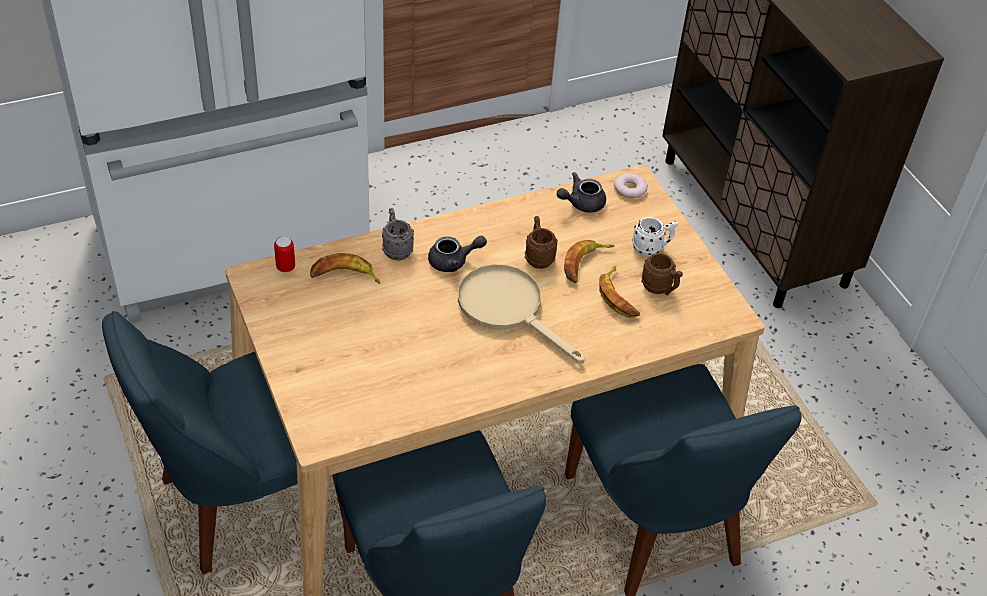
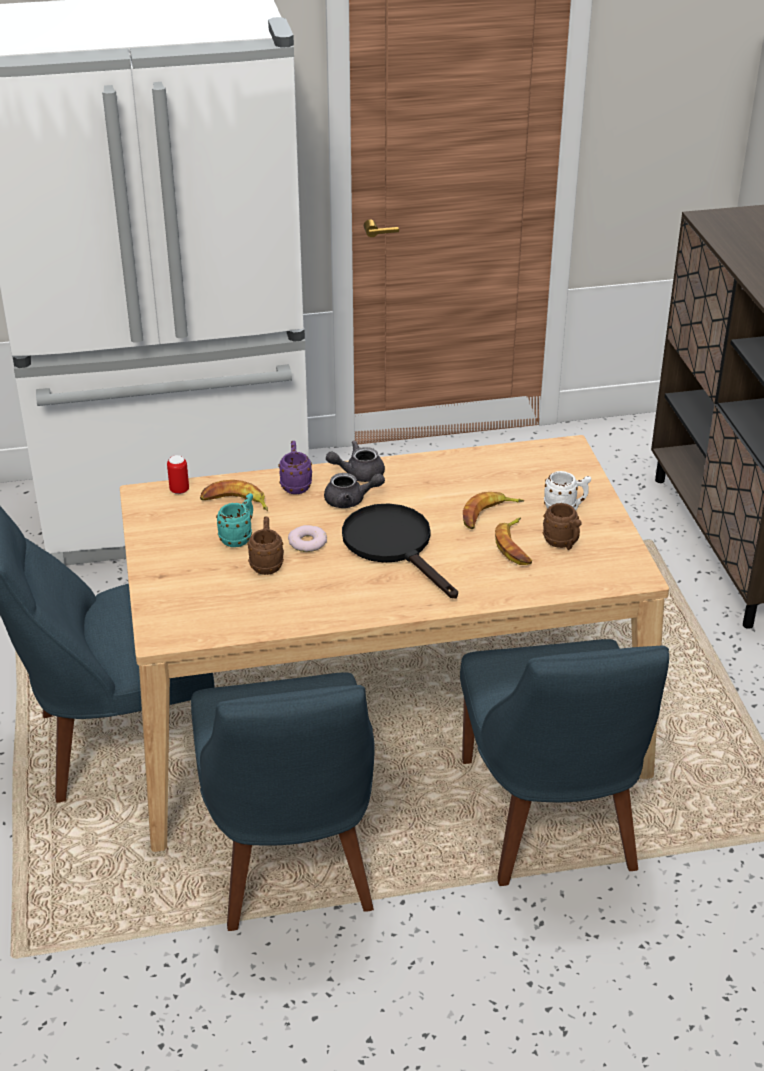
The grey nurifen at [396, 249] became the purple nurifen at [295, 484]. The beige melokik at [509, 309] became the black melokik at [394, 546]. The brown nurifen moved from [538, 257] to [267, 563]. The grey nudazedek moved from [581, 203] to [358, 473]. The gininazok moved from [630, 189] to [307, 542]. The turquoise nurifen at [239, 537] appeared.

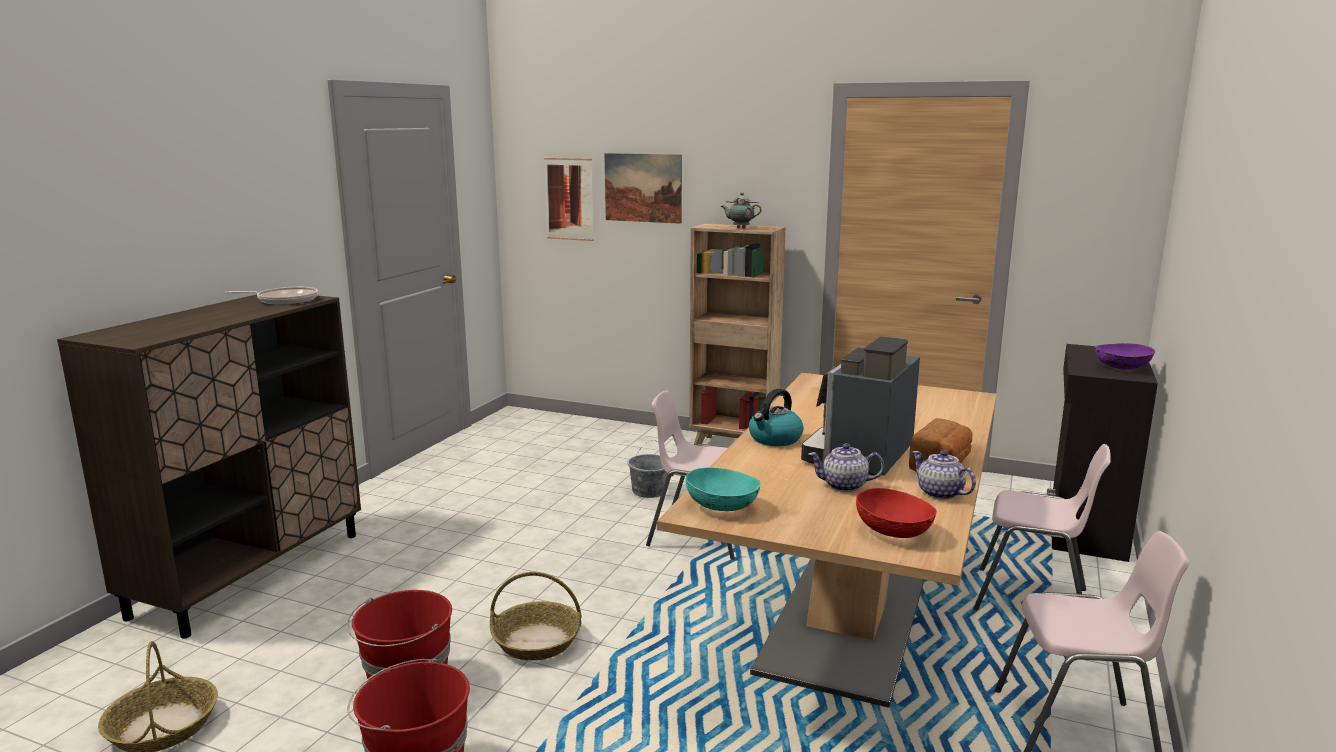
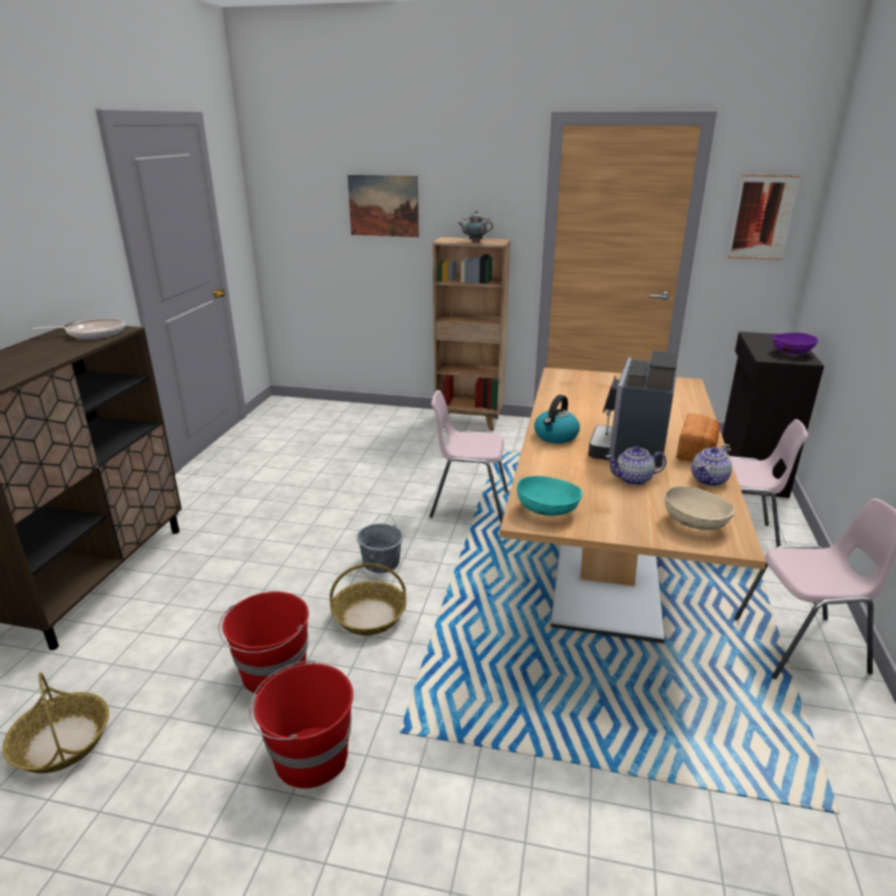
The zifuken moved from [569, 199] to [762, 217]. The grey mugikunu moved from [649, 491] to [381, 563]. The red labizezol at [894, 532] became the beige labizezol at [695, 523]. The nudazedek at [939, 493] turned 90 degrees counterclockwise.

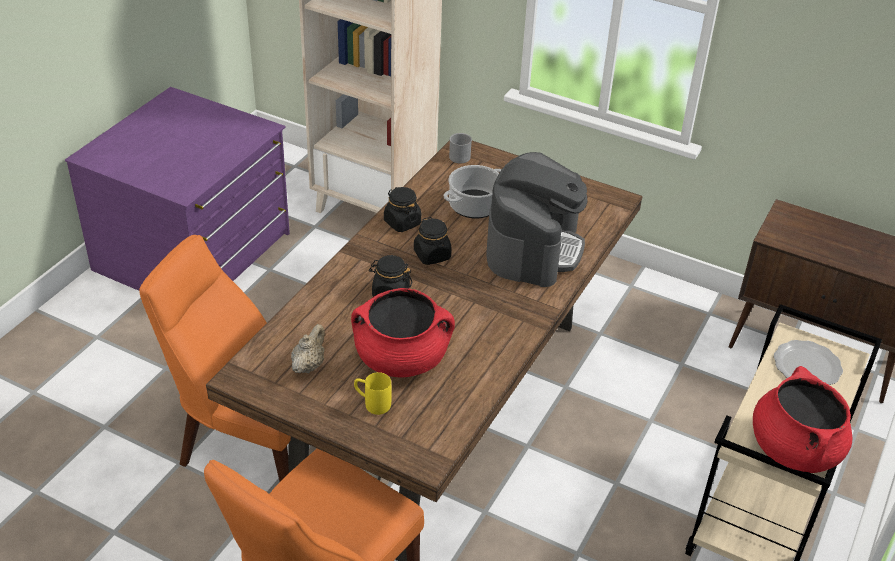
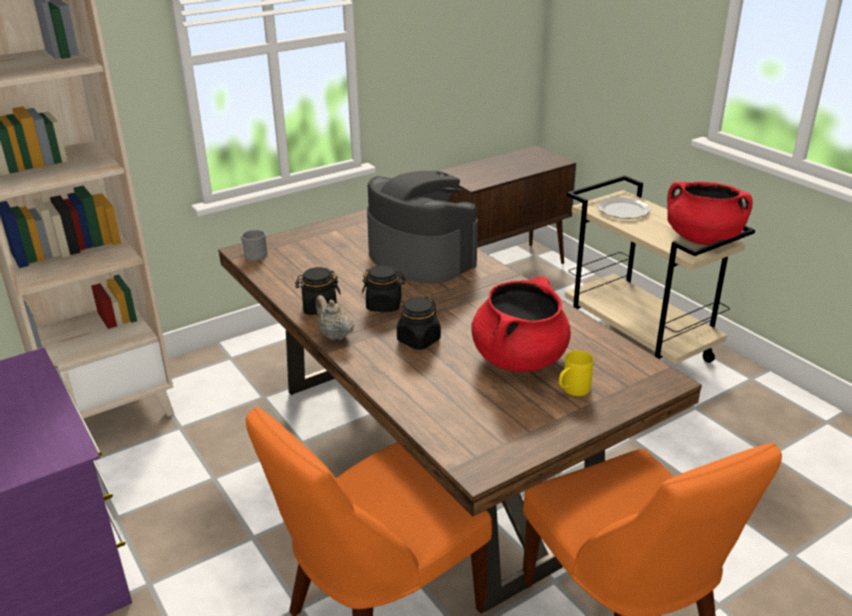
The beige nudazedek moved from [308, 365] to [334, 335]. The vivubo at [474, 206] disappeared.

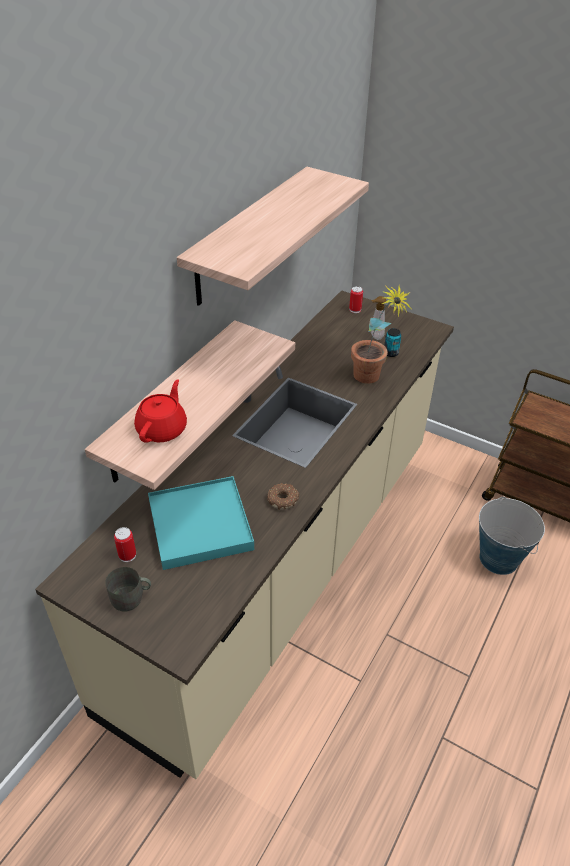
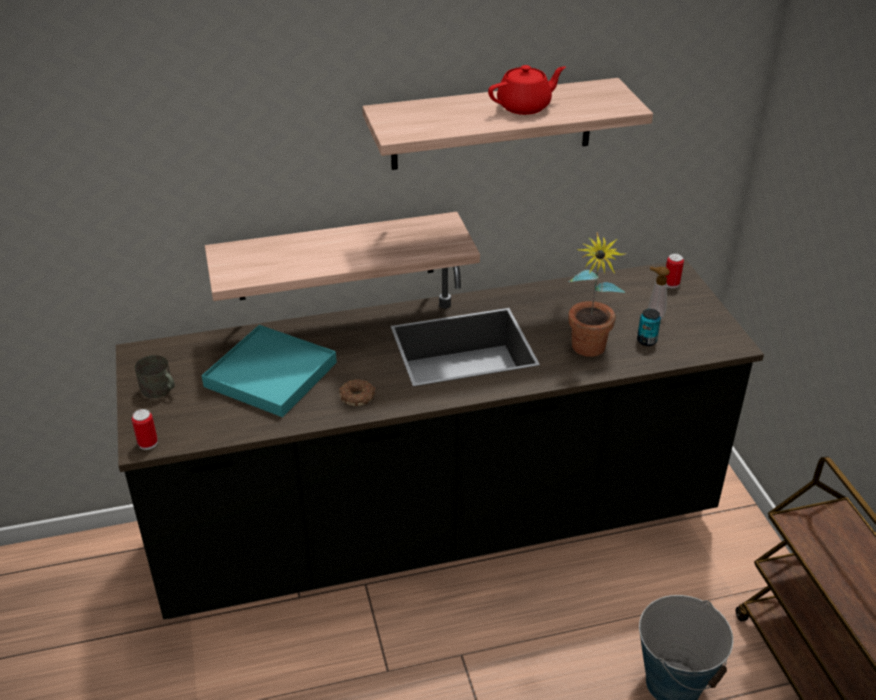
The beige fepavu at [282, 567] became the black fepavu at [438, 528]. The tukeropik moved from [127, 555] to [148, 443]. The red nudazedek moved from [163, 429] to [525, 107].

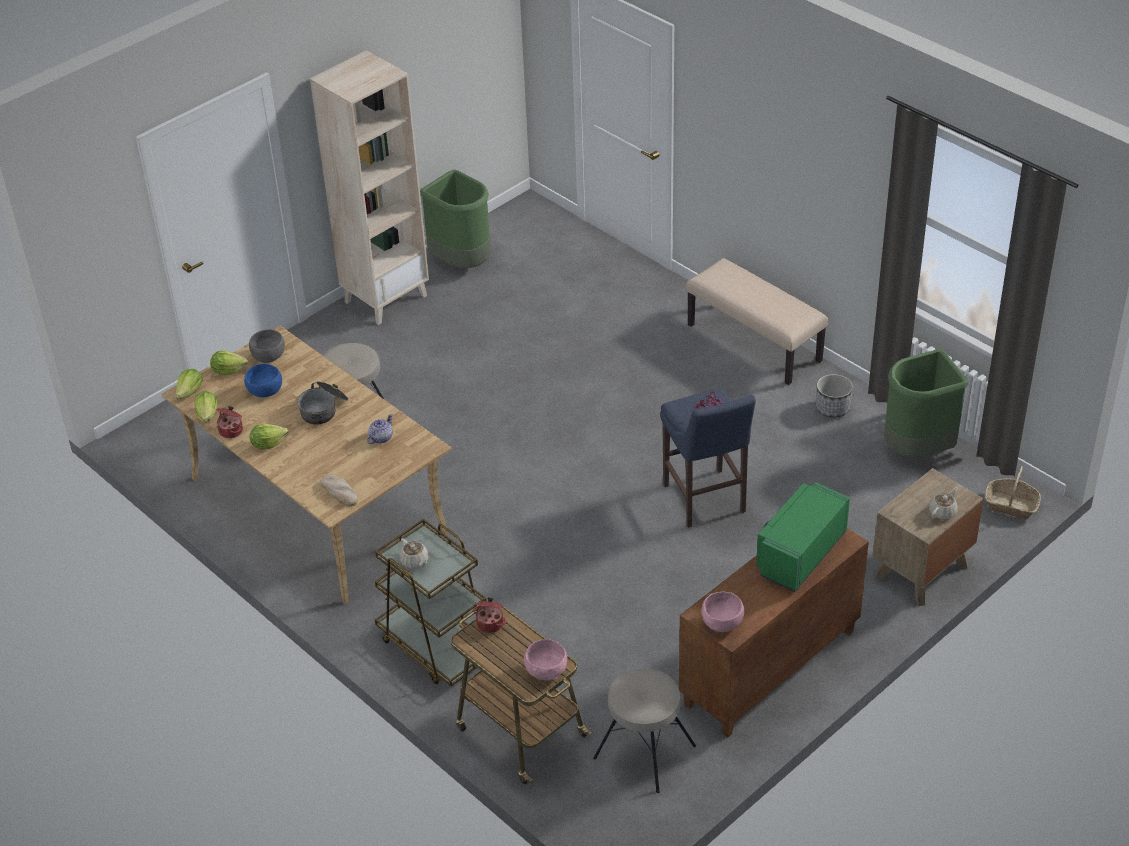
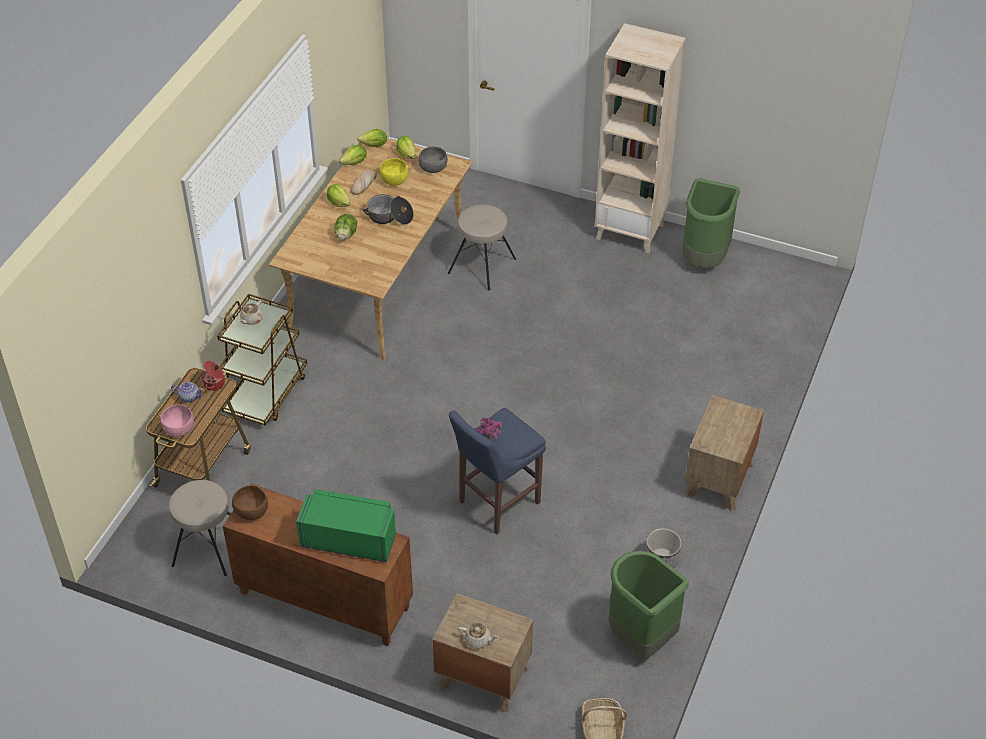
The vivubo at [231, 430] disappeared. The blue labizezol at [265, 391] became the yellow labizezol at [394, 180]. The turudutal moved from [340, 492] to [363, 183]. The nudazedek moved from [380, 438] to [189, 397]. The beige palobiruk at [755, 343] was replaced by the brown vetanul at [719, 480]. The pink labizezol at [722, 622] became the brown labizezol at [252, 511]. The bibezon at [346, 235] appeared.

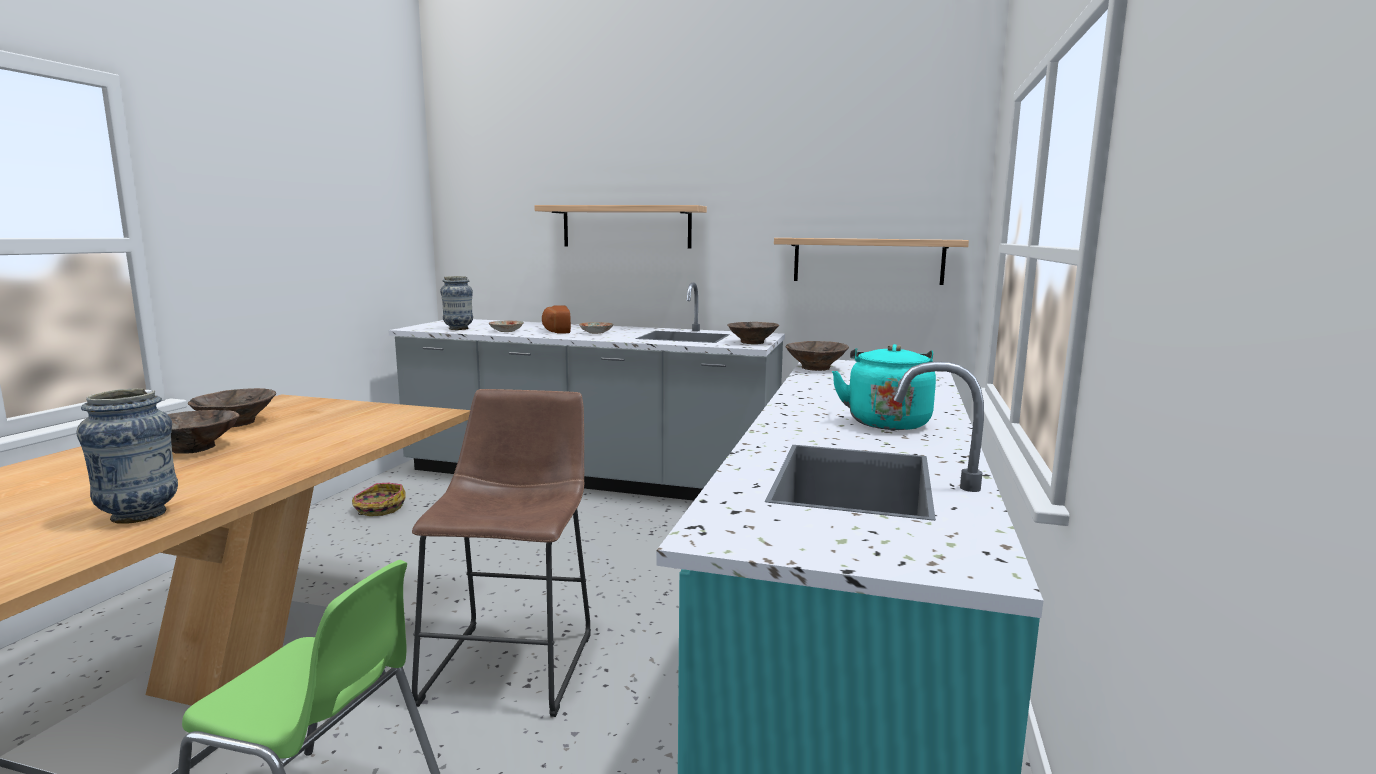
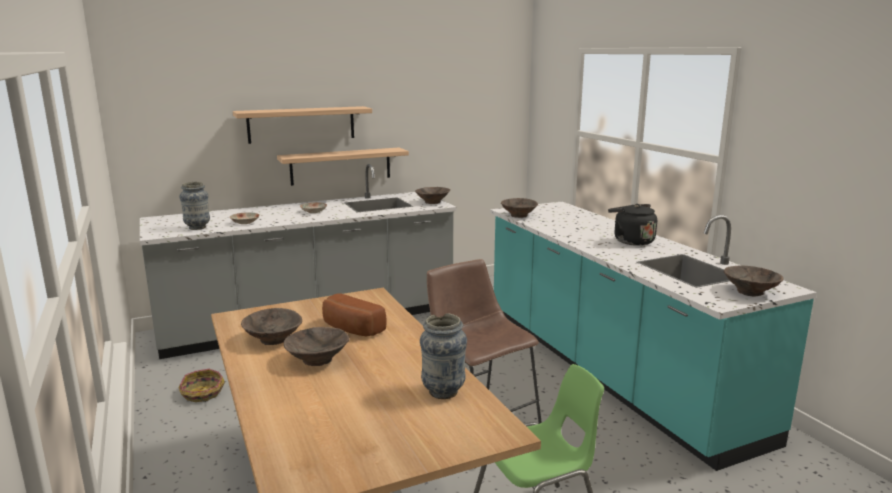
The turudutal moved from [555, 330] to [350, 329]. The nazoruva moved from [868, 260] to [341, 166]. The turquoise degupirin at [886, 422] became the black degupirin at [631, 241]. The brown labizezol at [750, 292] appeared.

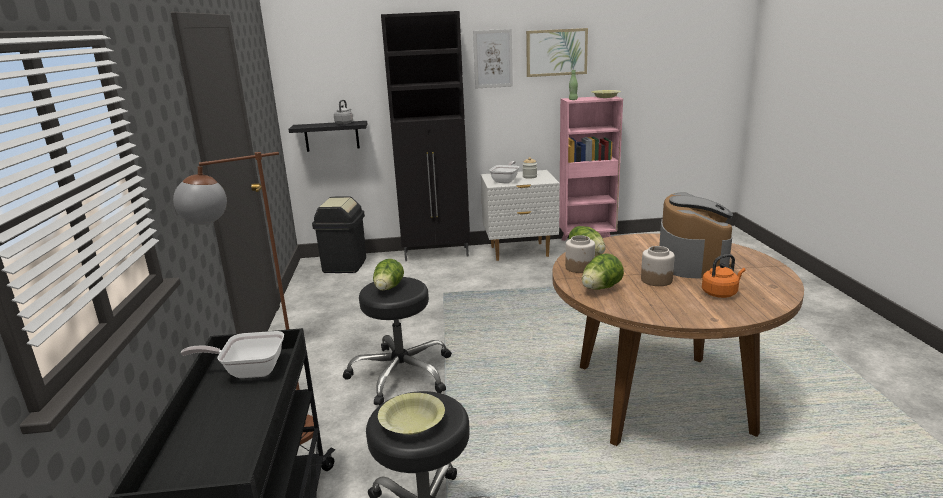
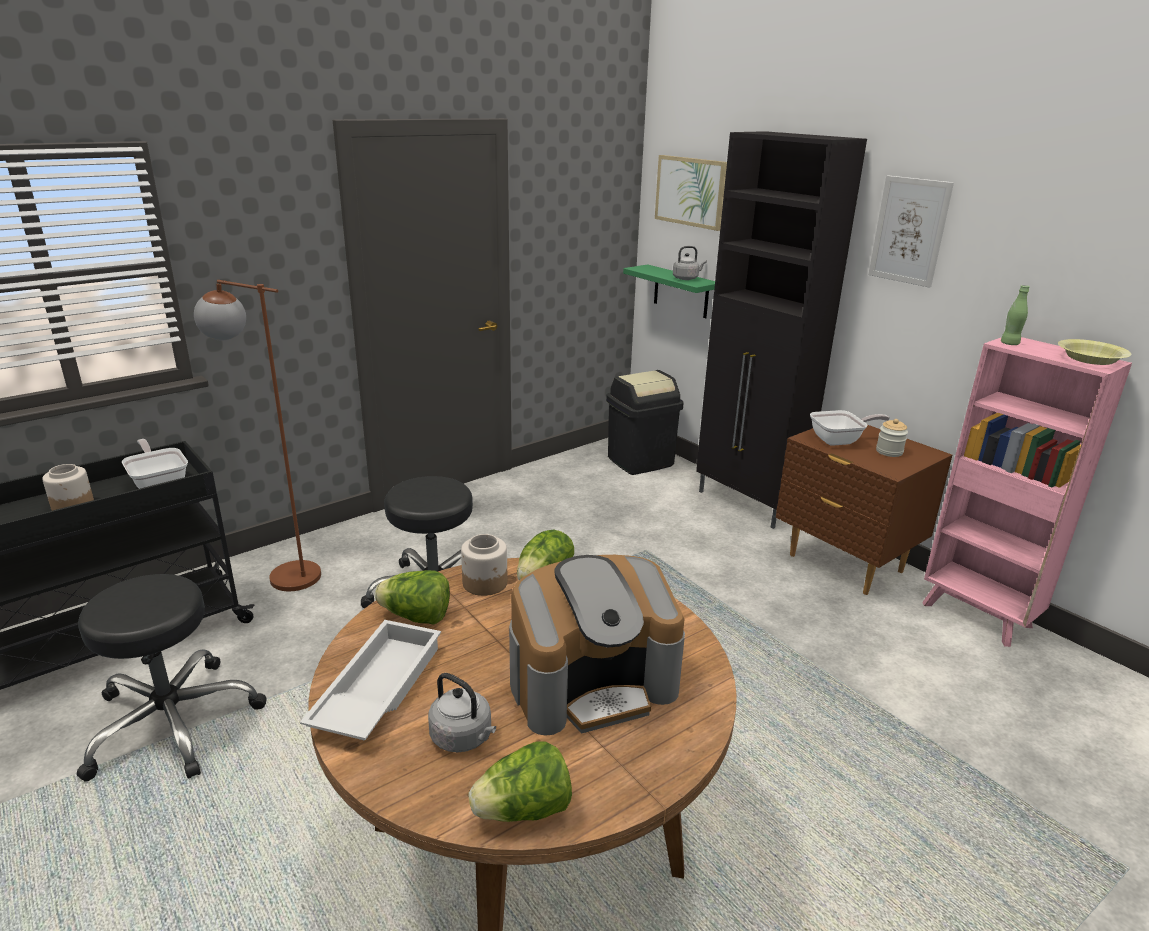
The black nazoruva at [331, 136] became the green nazoruva at [681, 291]. The bibezon moved from [388, 288] to [523, 811]. The yellow labizezol at [412, 422] disappeared. The white vetanul at [519, 252] became the brown vetanul at [844, 564]. The zifuken moved from [556, 52] to [691, 191]. The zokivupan moved from [656, 280] to [73, 505]. The orange degupirin at [721, 293] became the grey degupirin at [463, 738]. The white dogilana at [376, 688] appeared.

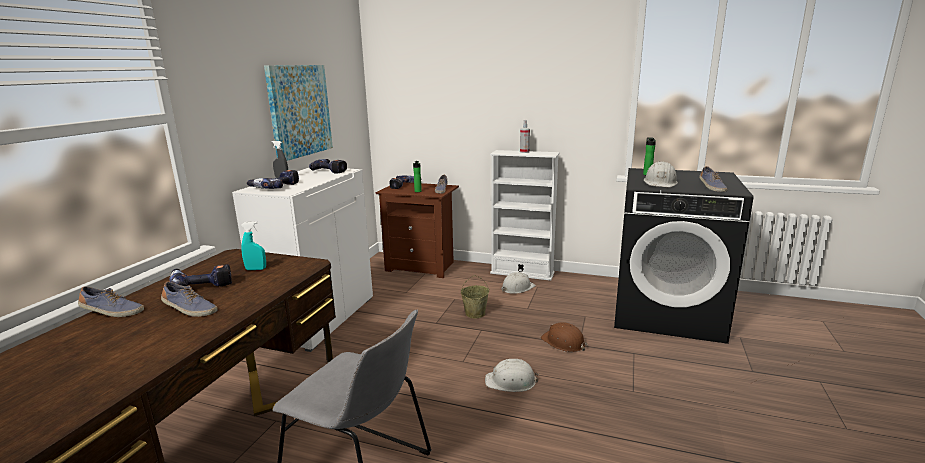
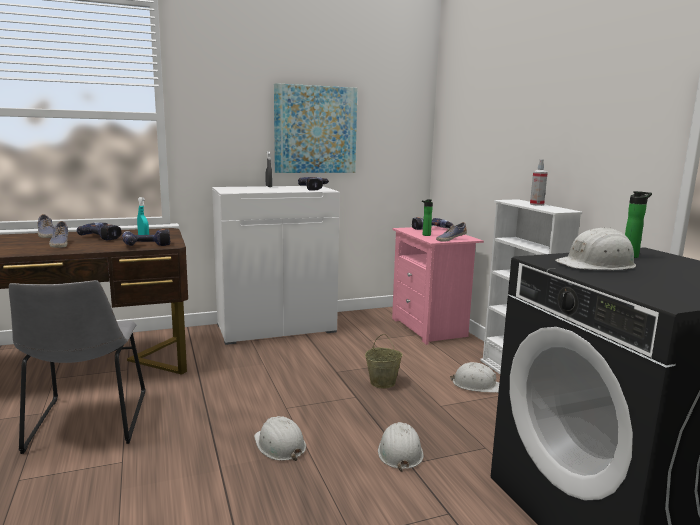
The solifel moved from [275, 187] to [146, 244]. The brown vetanul at [422, 266] became the pink vetanul at [430, 328]. The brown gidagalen at [563, 342] became the white gidagalen at [399, 452]. The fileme at [711, 187] disappeared.

